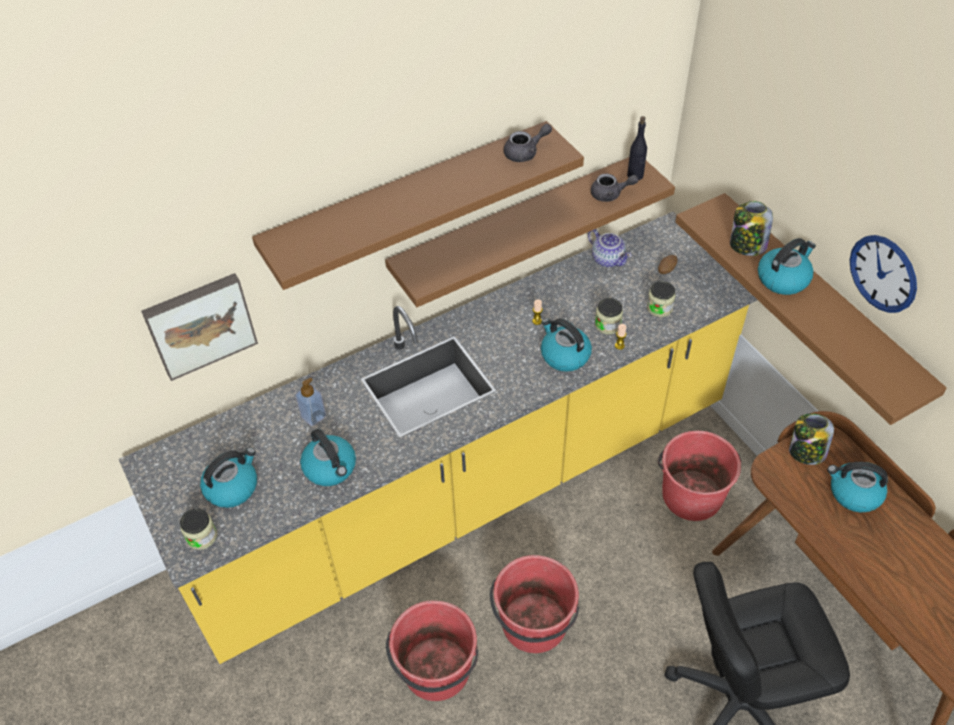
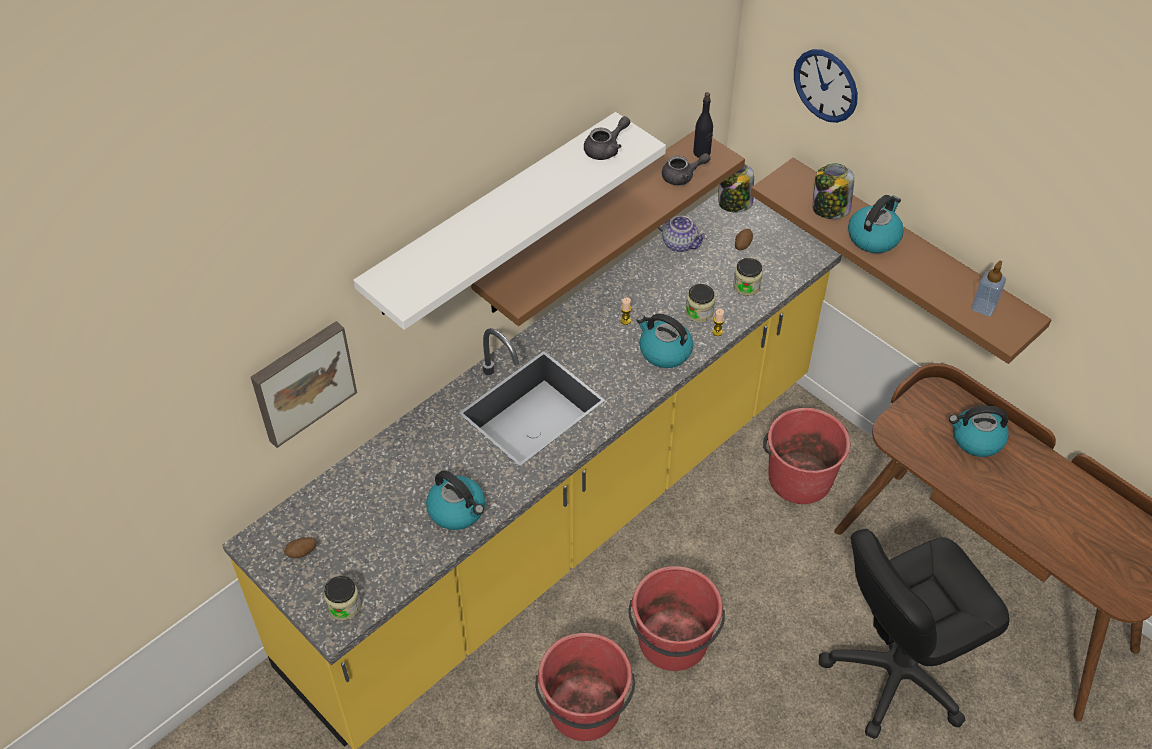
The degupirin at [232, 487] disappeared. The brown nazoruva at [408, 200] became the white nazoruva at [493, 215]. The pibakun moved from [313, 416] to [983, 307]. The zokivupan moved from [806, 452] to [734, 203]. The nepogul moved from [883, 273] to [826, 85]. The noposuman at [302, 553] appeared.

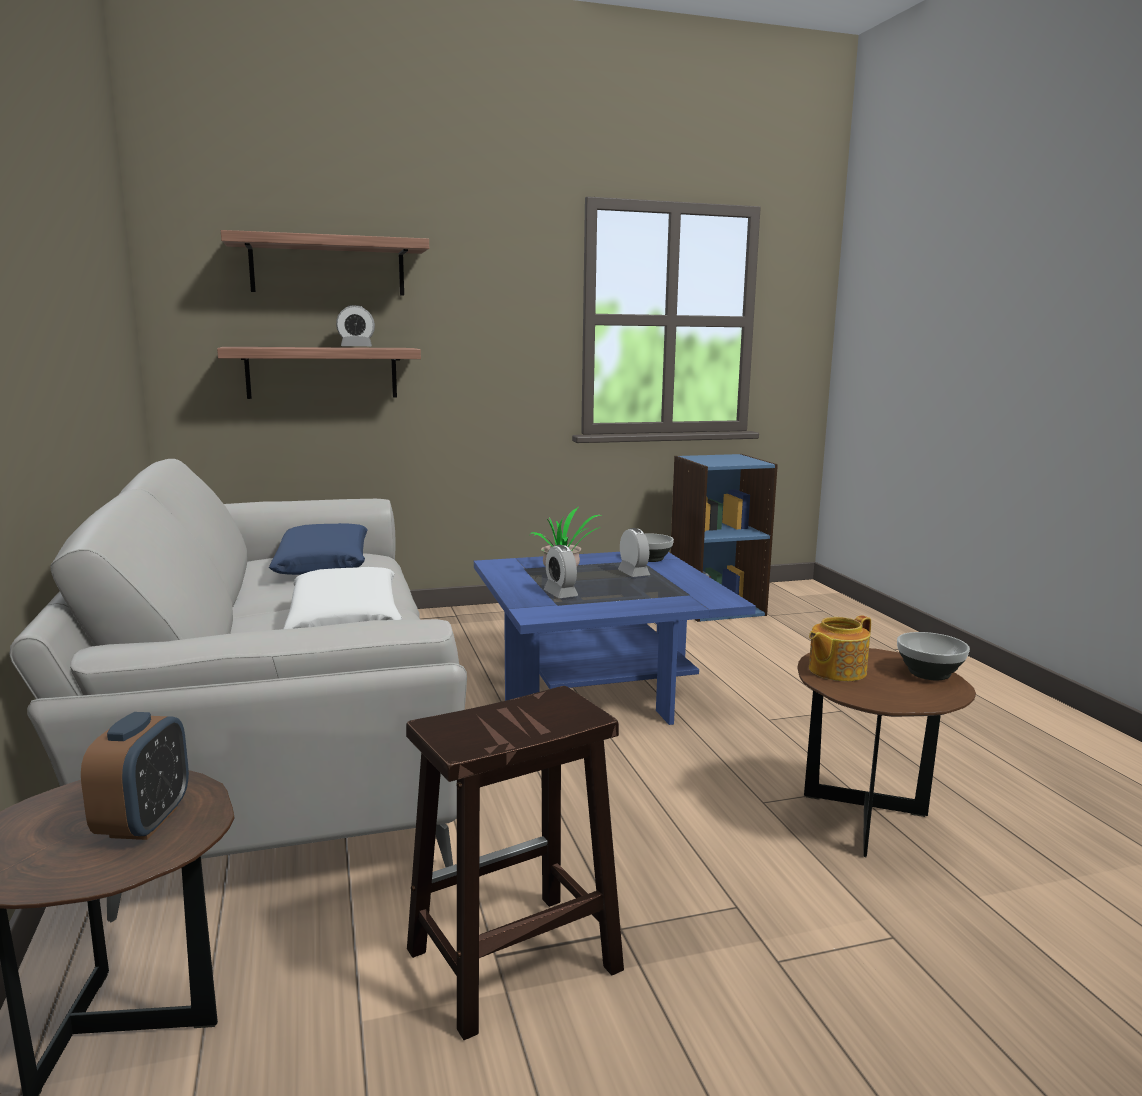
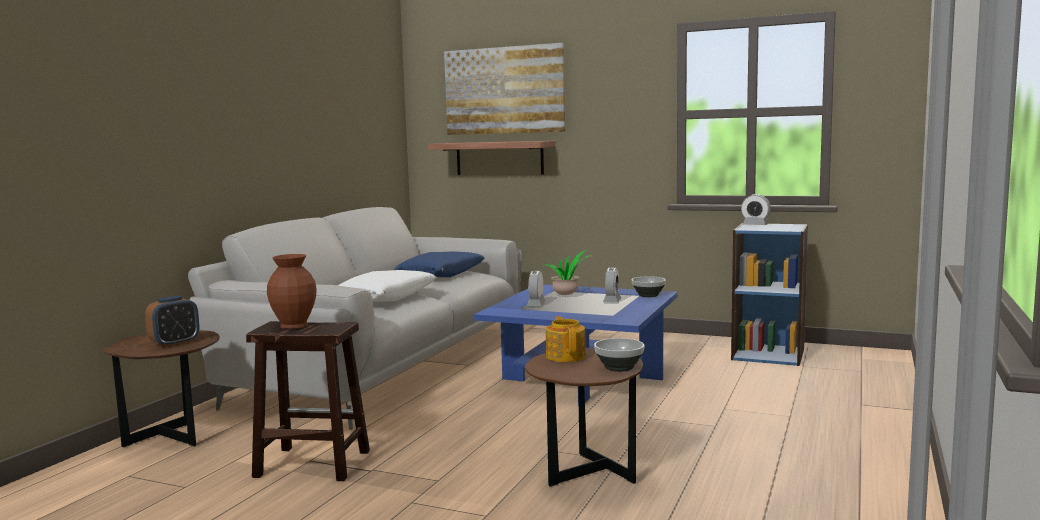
The nazoruva at [328, 267] was replaced by the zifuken at [504, 90]. The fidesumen moved from [356, 347] to [755, 225]. The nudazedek at [835, 671] turned 75 degrees clockwise. The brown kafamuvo at [295, 325] appeared.

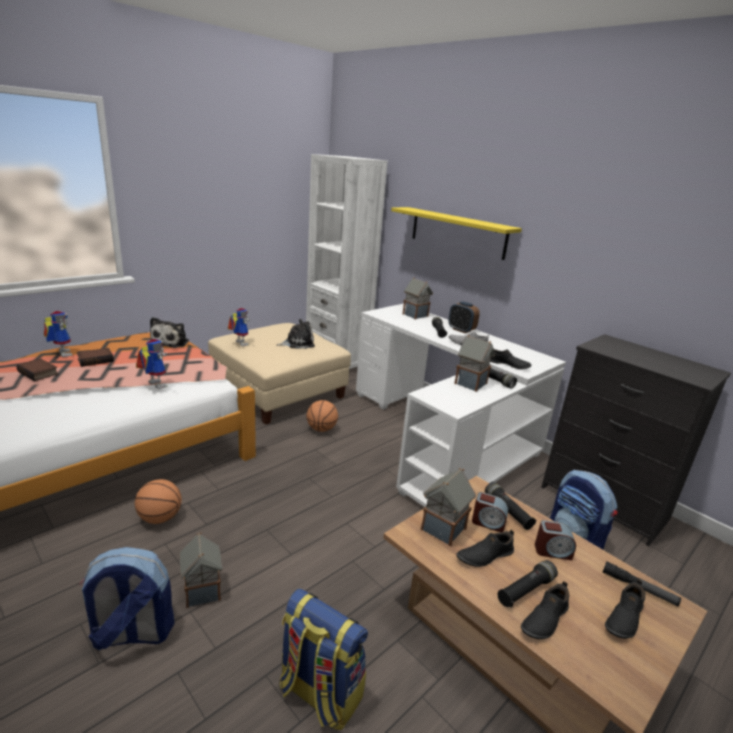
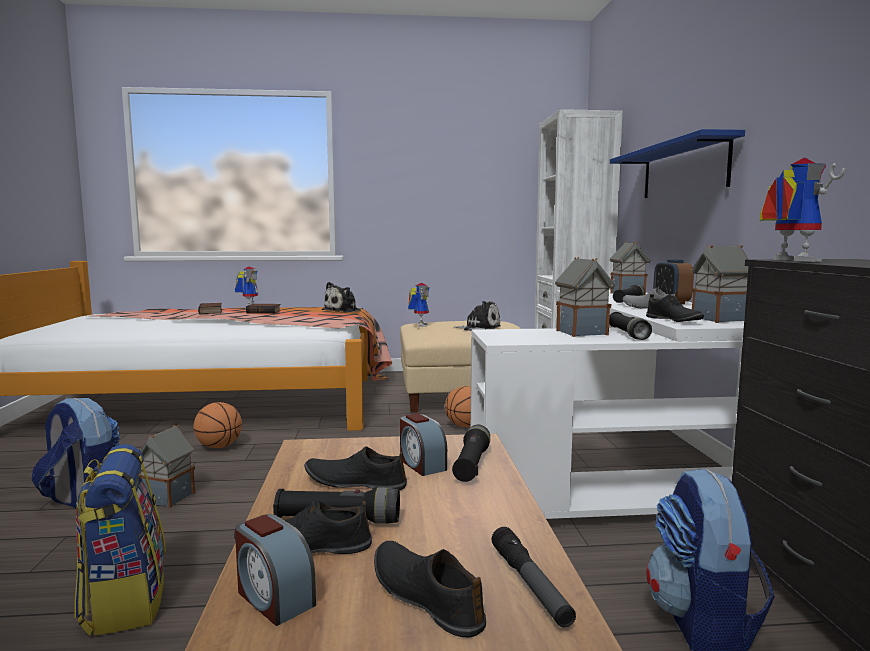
The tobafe moved from [153, 385] to [787, 261]. The yellow nazoruva at [457, 232] became the blue nazoruva at [683, 170]. The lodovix moved from [443, 530] to [718, 319]. The fidesumen moved from [552, 551] to [273, 598]. The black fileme at [623, 617] turned 60 degrees clockwise.

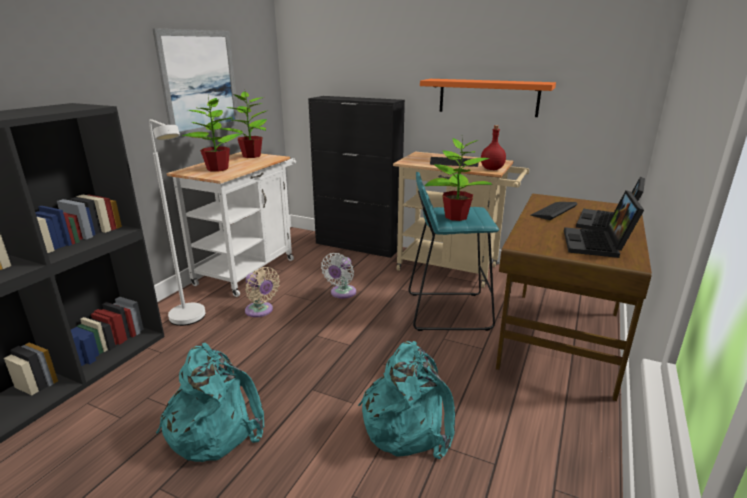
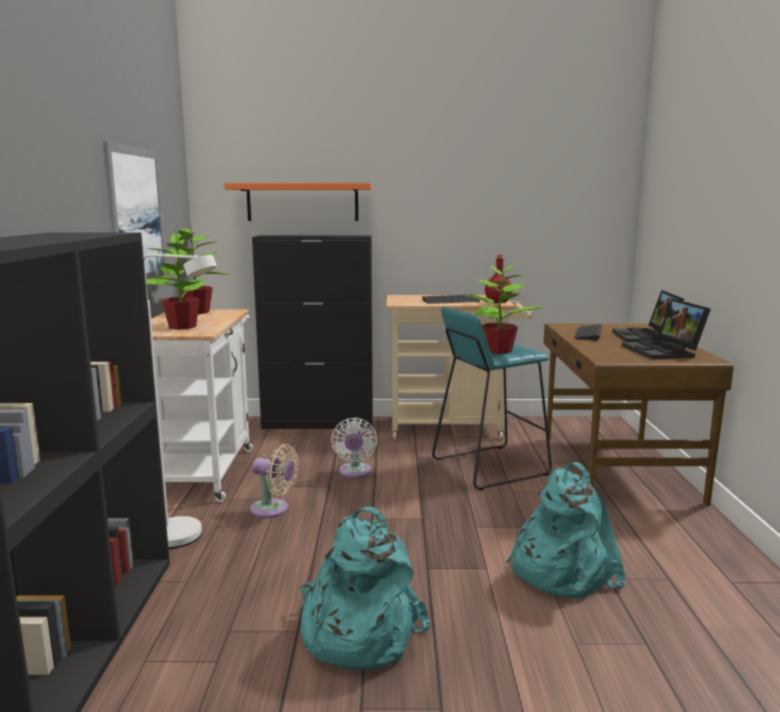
The orange nazoruva moved from [488, 97] to [302, 202].

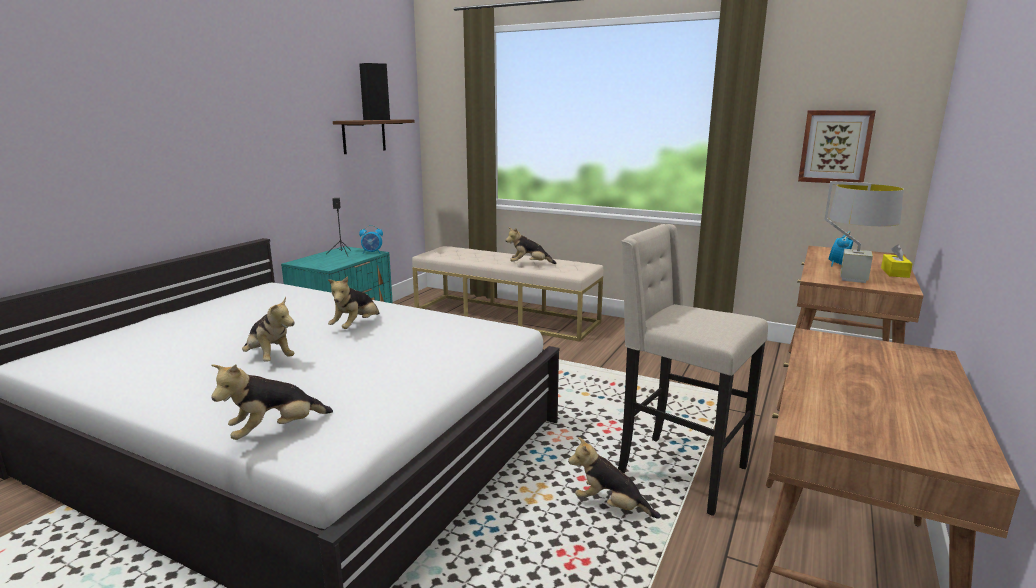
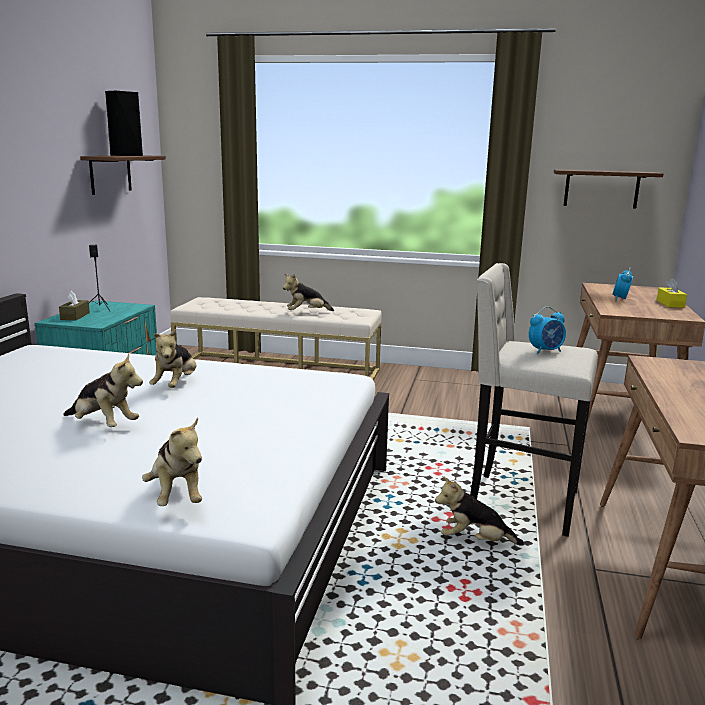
The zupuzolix at [275, 431] turned 60 degrees counterclockwise. The fidesumen moved from [372, 253] to [546, 351]. The zifuken at [835, 147] was replaced by the brown nazoruva at [601, 188]. The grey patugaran at [853, 279] disappeared. The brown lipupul at [75, 316] appeared.

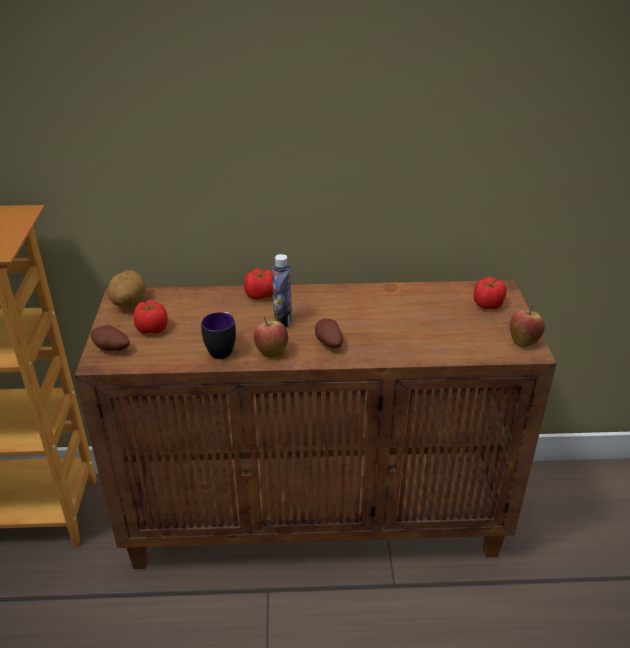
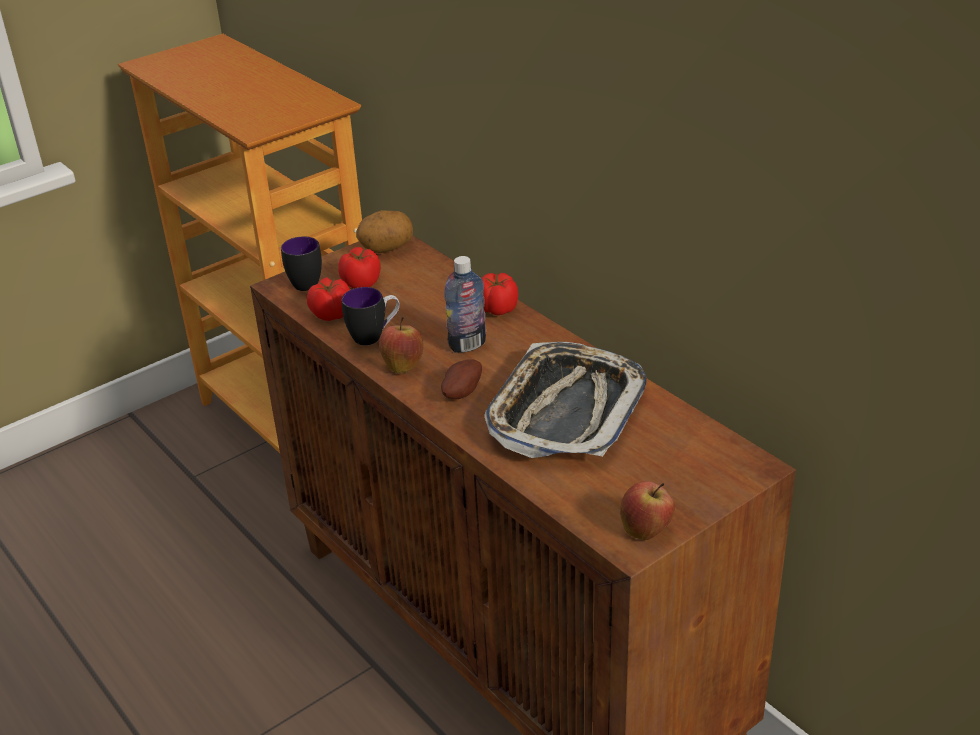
The noposuman at [111, 349] was replaced by the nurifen at [305, 281]. The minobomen moved from [487, 305] to [331, 314]. The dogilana at [565, 410] appeared.

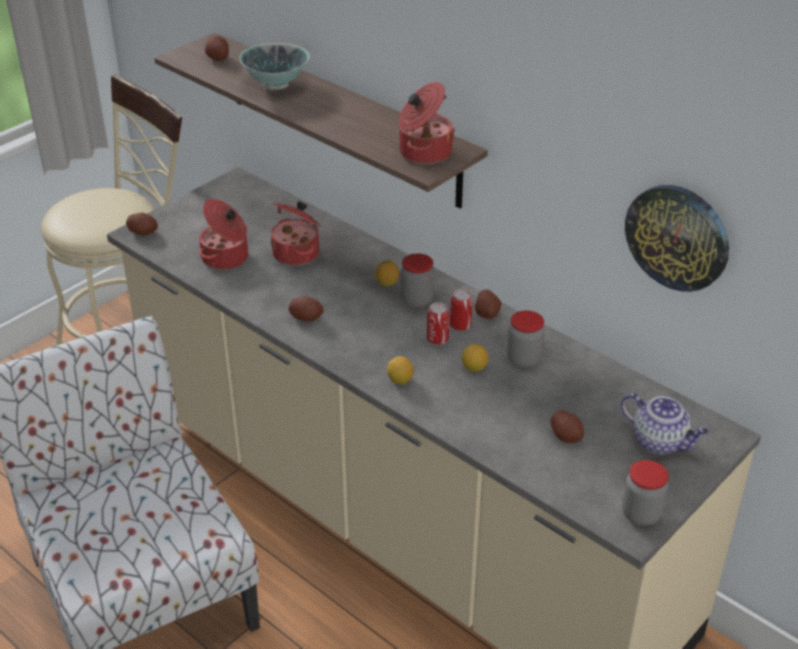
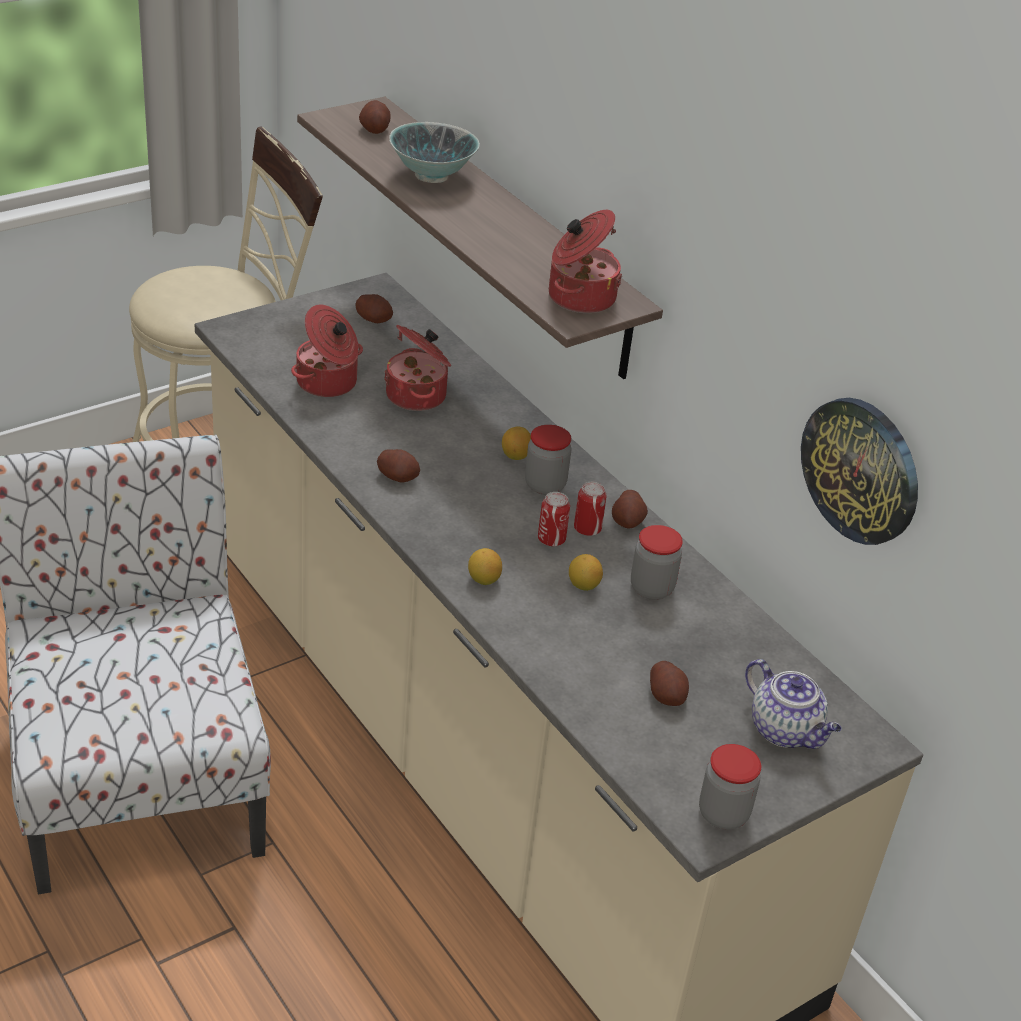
The noposuman moved from [143, 232] to [374, 319].

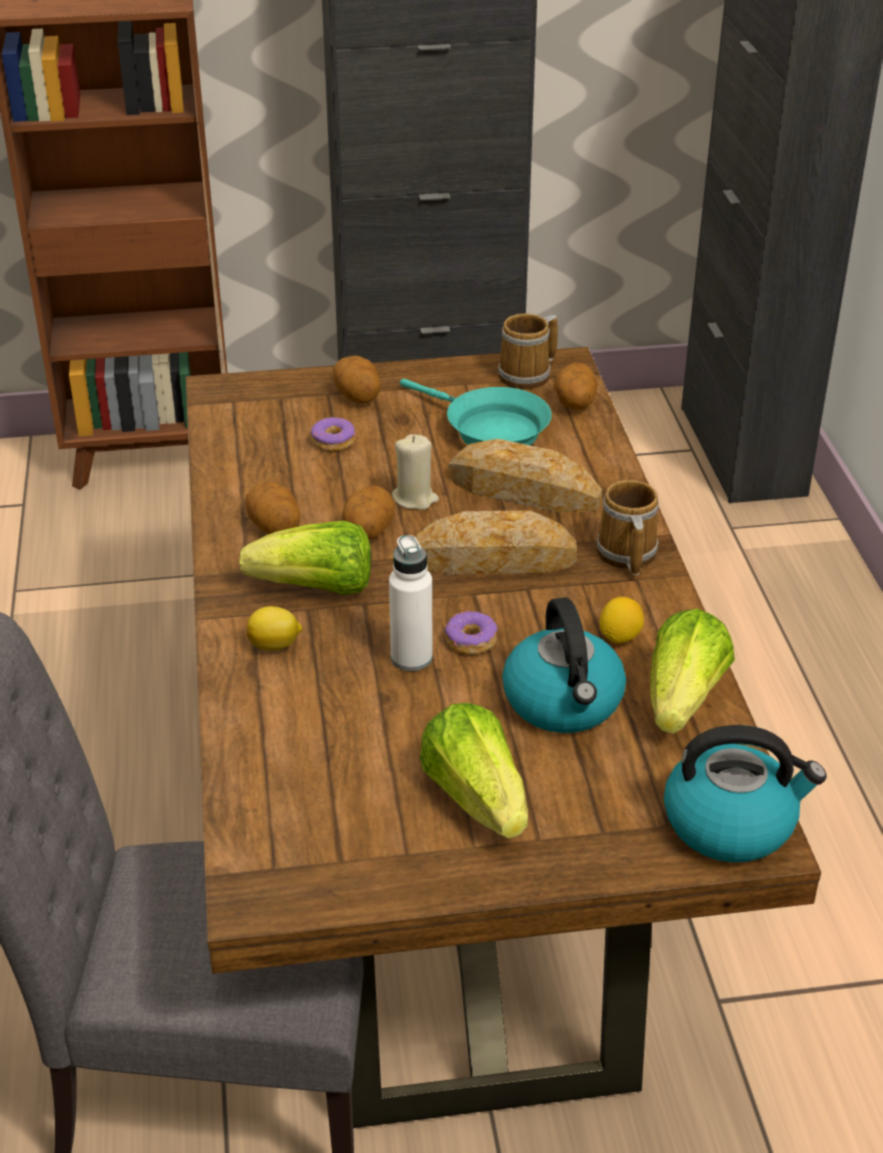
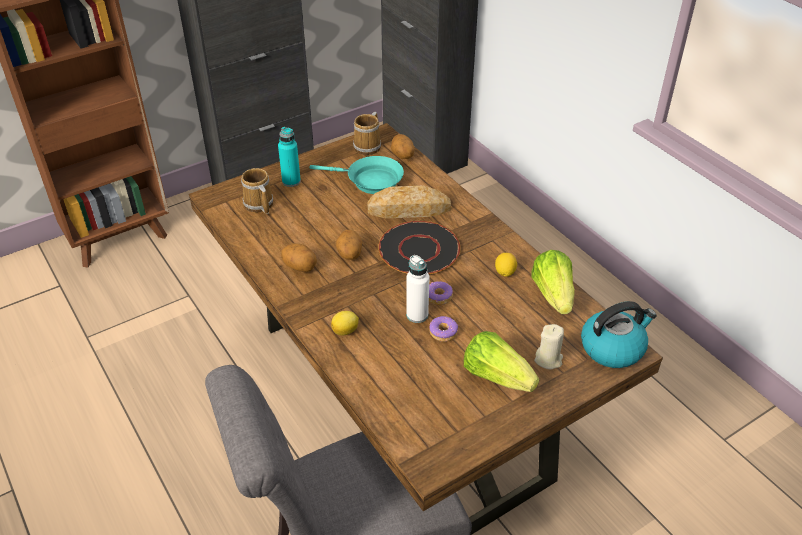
The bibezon at [316, 588] disappeared. The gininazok moved from [334, 441] to [443, 332]. The noposuman at [358, 397] was replaced by the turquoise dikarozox at [291, 181]. The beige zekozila moved from [415, 498] to [548, 360]. The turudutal at [492, 558] was replaced by the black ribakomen at [419, 250]. The degupirin at [564, 702] disappeared. The nurifen moved from [625, 554] to [258, 205].

